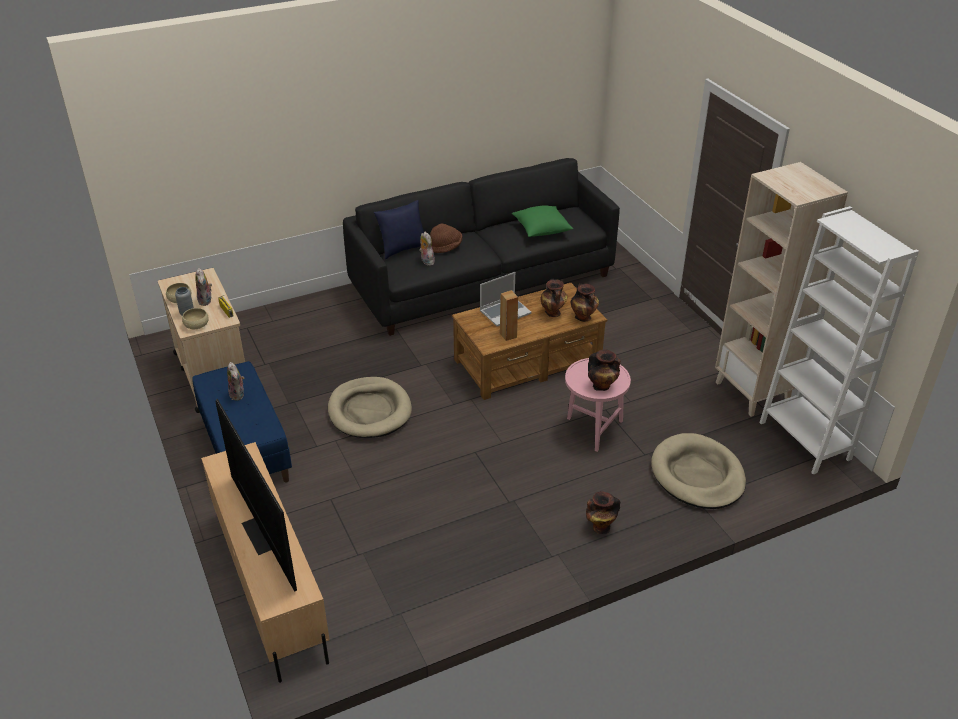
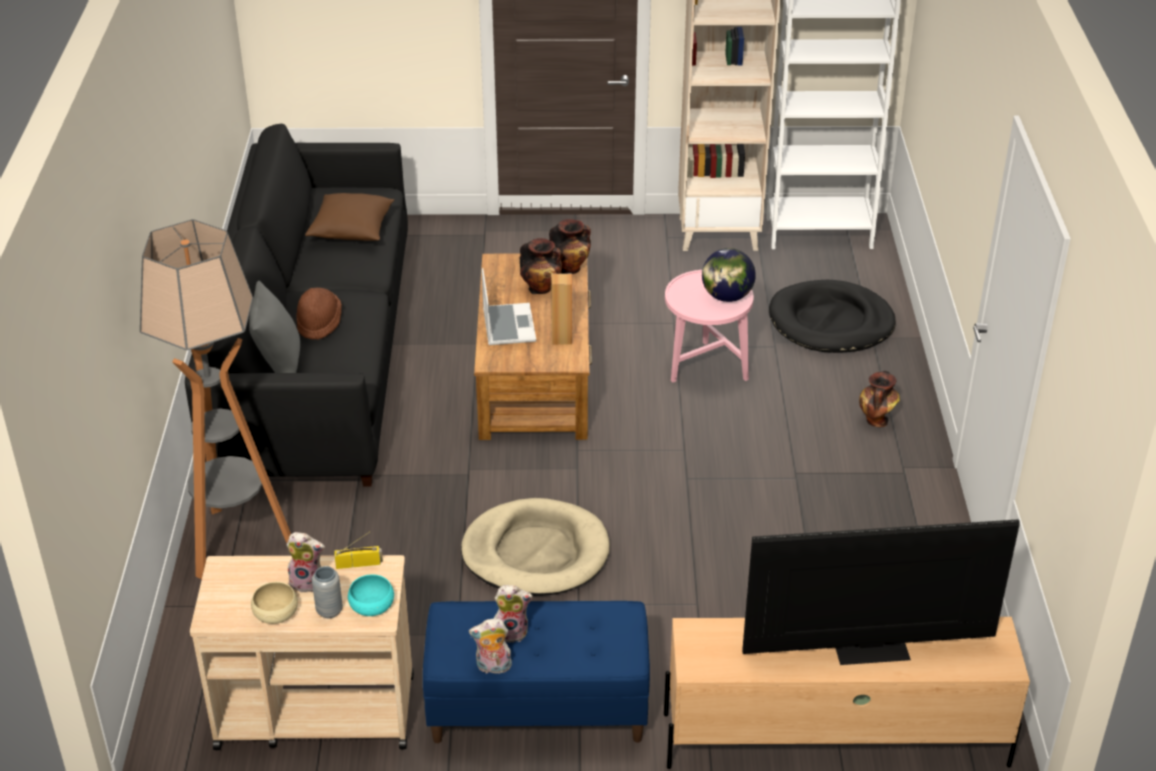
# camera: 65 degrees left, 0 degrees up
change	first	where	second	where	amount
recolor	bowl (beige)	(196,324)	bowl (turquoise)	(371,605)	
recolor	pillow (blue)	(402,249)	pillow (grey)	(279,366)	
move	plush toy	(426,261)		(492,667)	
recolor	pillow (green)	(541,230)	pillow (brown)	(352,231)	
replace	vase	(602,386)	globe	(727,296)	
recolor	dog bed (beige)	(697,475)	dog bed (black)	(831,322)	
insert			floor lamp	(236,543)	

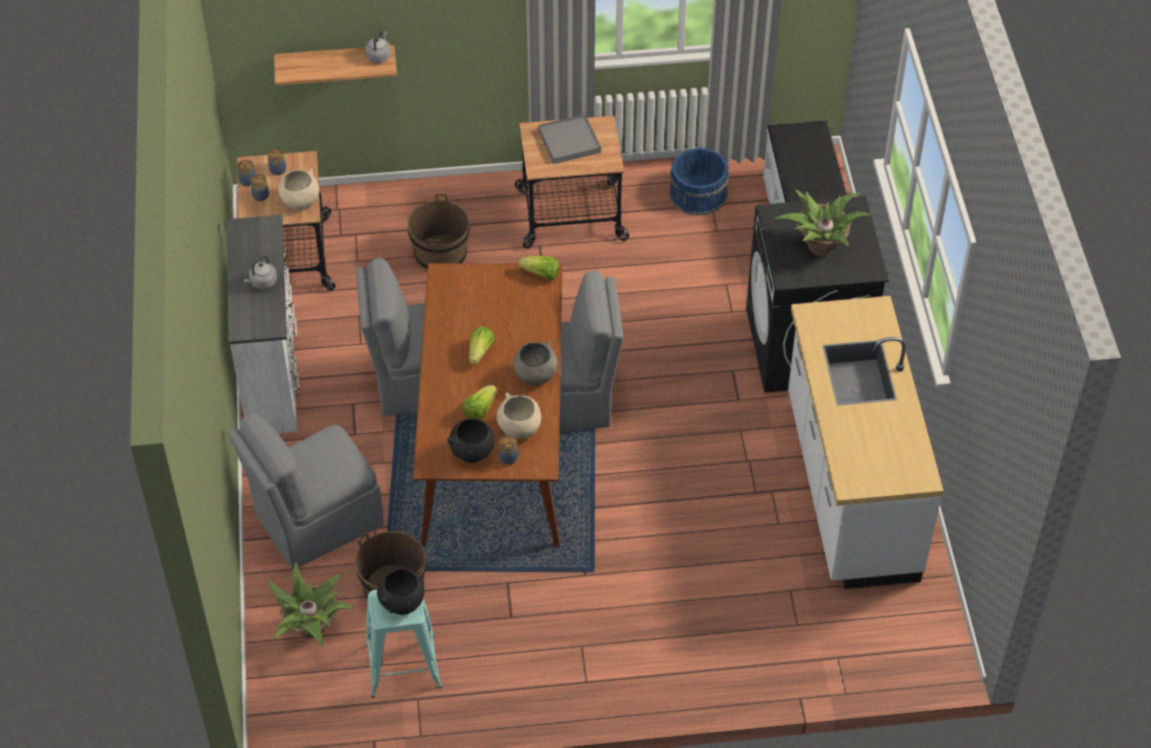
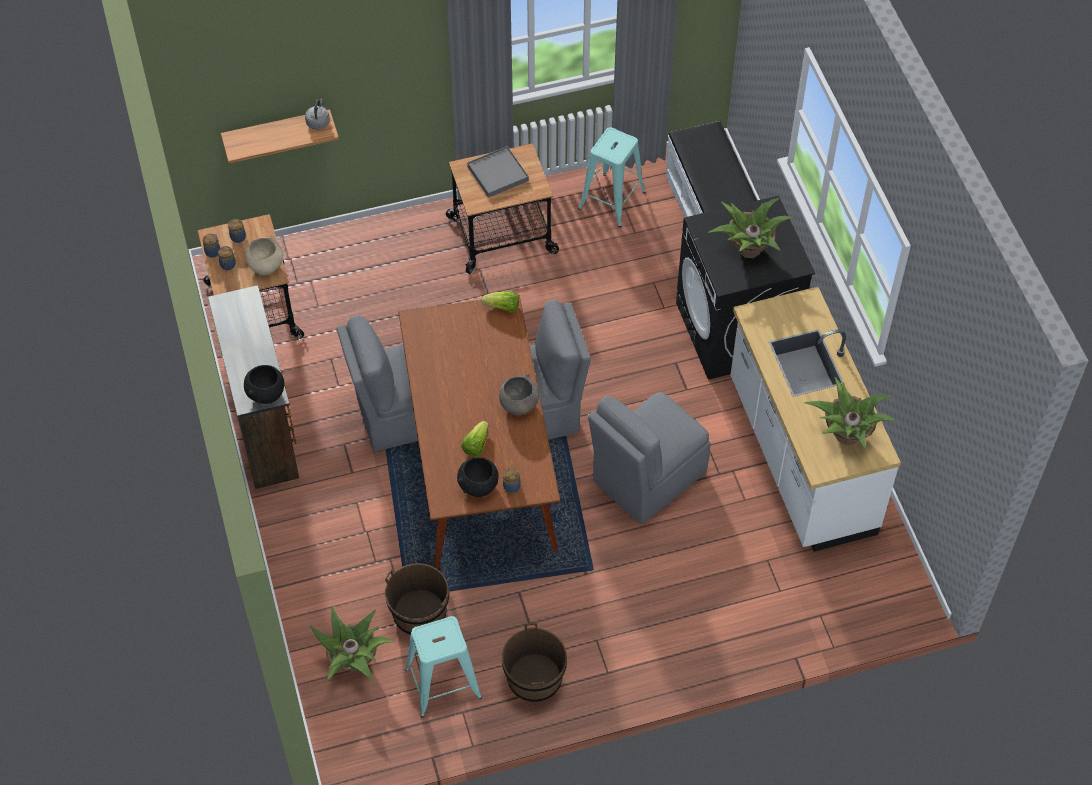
# camera: 10 degrees left, 5 degrees up
change	first	where	second	where	amount
recolor	dresser (white)	(273,374)	dresser (brown)	(265,426)	
move	chair (grey)	(316,521)		(646,478)	
delete	kettle (grey)	(262,282)			
move	bowl (black)	(402,603)		(266,395)	
move	bucket (brown)	(440,254)		(534,679)	
delete	lettuce	(480,352)			
delete	bowl (beige)	(519,429)			
replace	bucket (blue)	(698,194)	stool (turquoise)	(612,200)	
insert			potted plant	(845,435)	

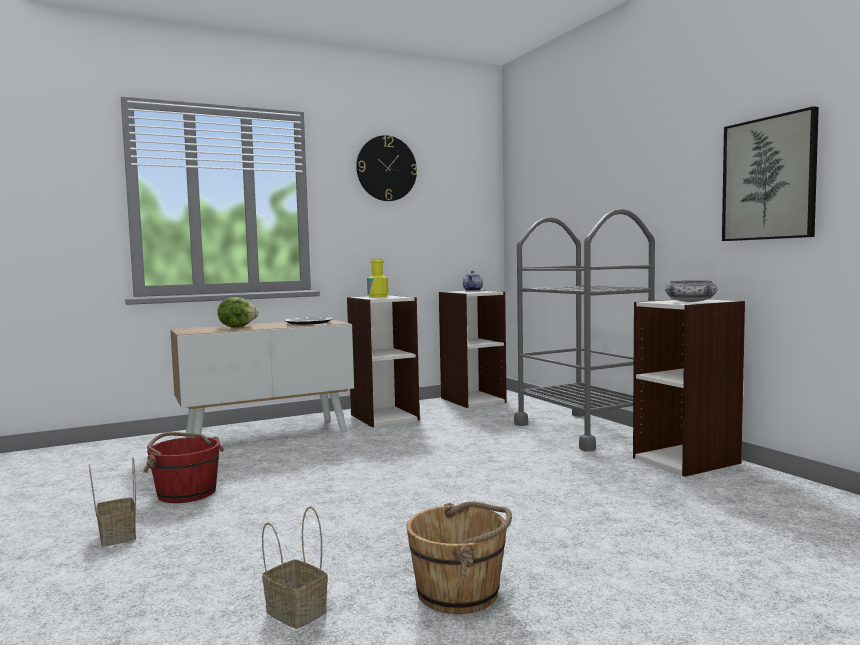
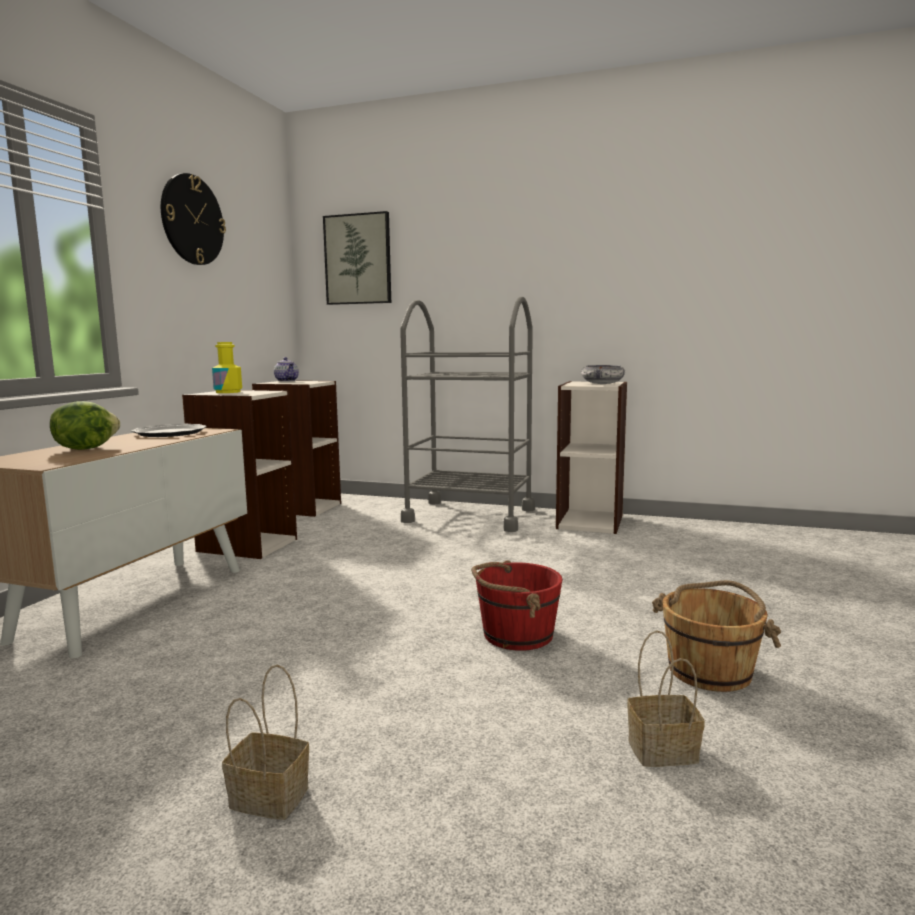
# camera: 45 degrees left, 5 degrees up
change	first	where	second	where	amount
move	bucket (red)	(186,493)		(516,634)	
move	picture	(769,179)		(358,259)	

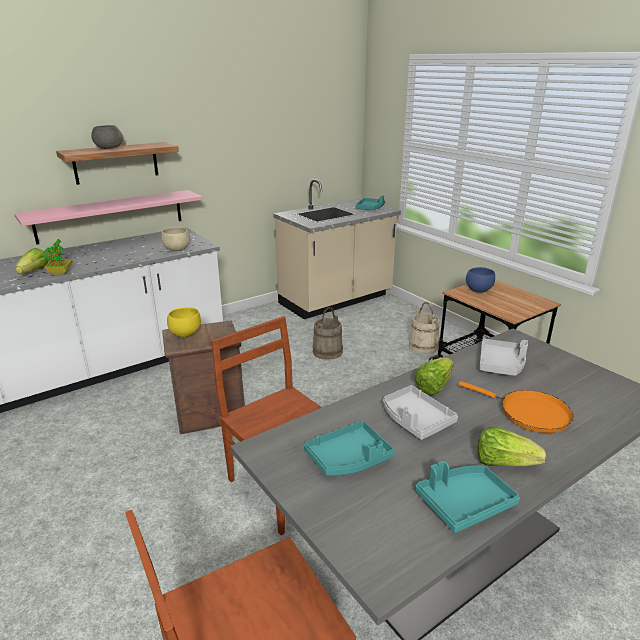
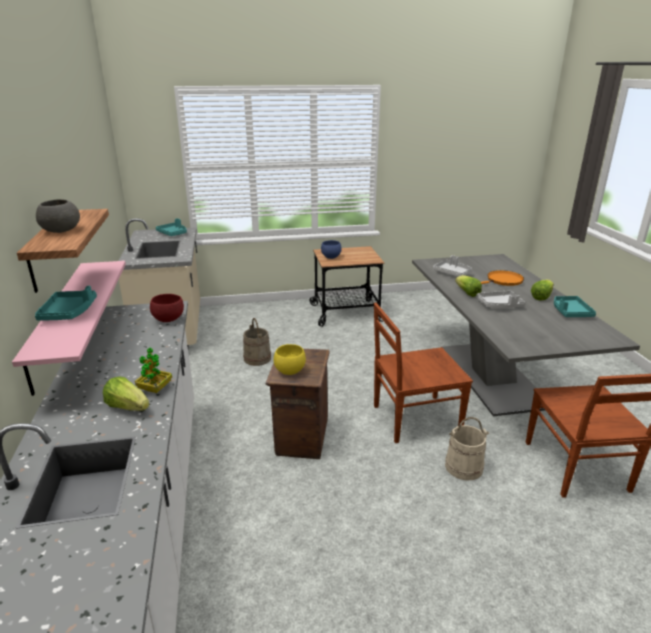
# camera: 65 degrees left, 0 degrees up
change	first	where	second	where	amount
recolor	bowl (beige)	(177,250)	bowl (red)	(169,319)	
move	tray (turquoise)	(349,458)		(69,312)	
move	bucket (beige)	(423,346)		(463,466)	

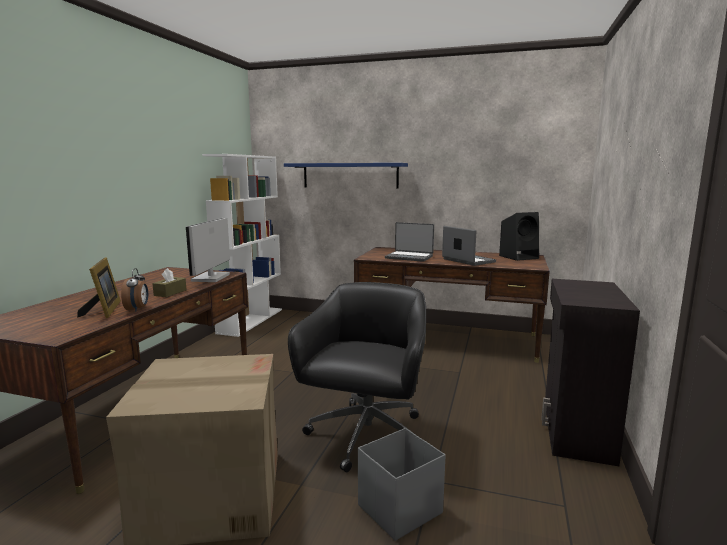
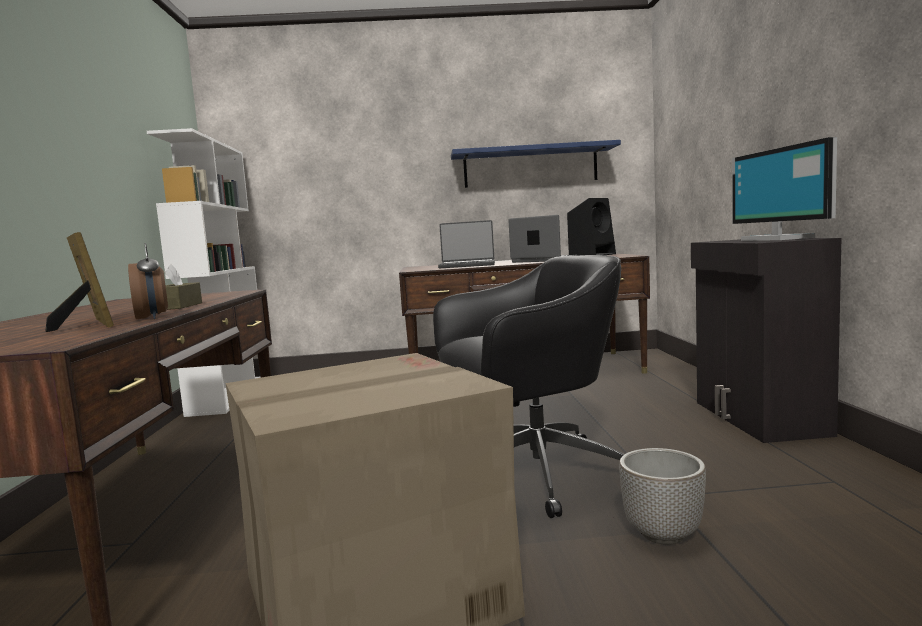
# camera: 20 degrees left, 5 degrees down
change	first	where	second	where	amount
move	monitor	(212,278)		(779,239)	
move	shelf (blue)	(350,175)		(530,167)	
rotate	office chair (black)	(366,437)		(532,475)	75 degrees clockwise
replace	storage box (grey)	(398,509)	planter	(663,535)	

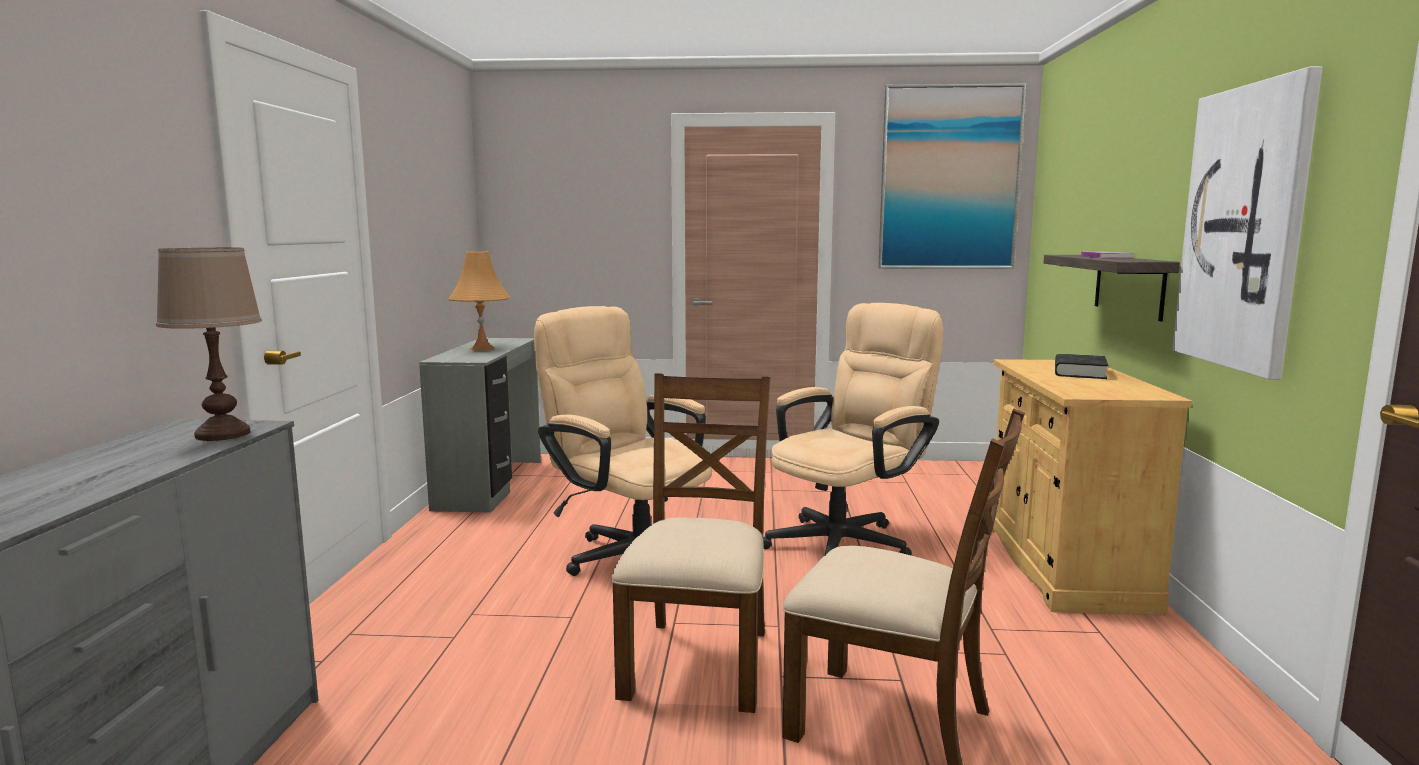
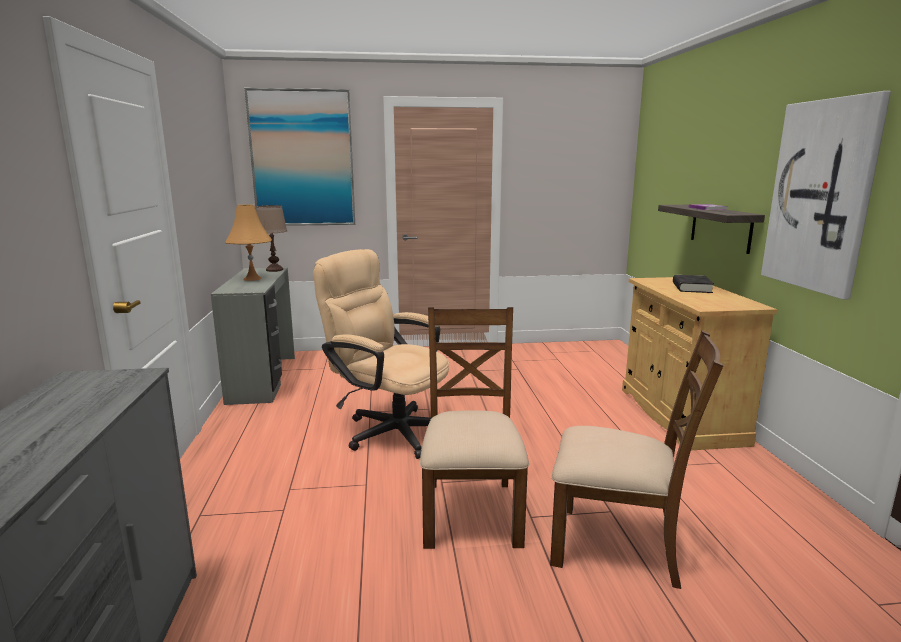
# camera: 10 degrees left, 5 degrees up
change	first	where	second	where	amount
move	table lamp (brown)	(223,434)		(274,270)	
delete	office chair (beige)	(848,541)			
move	picture	(949,178)		(302,159)	

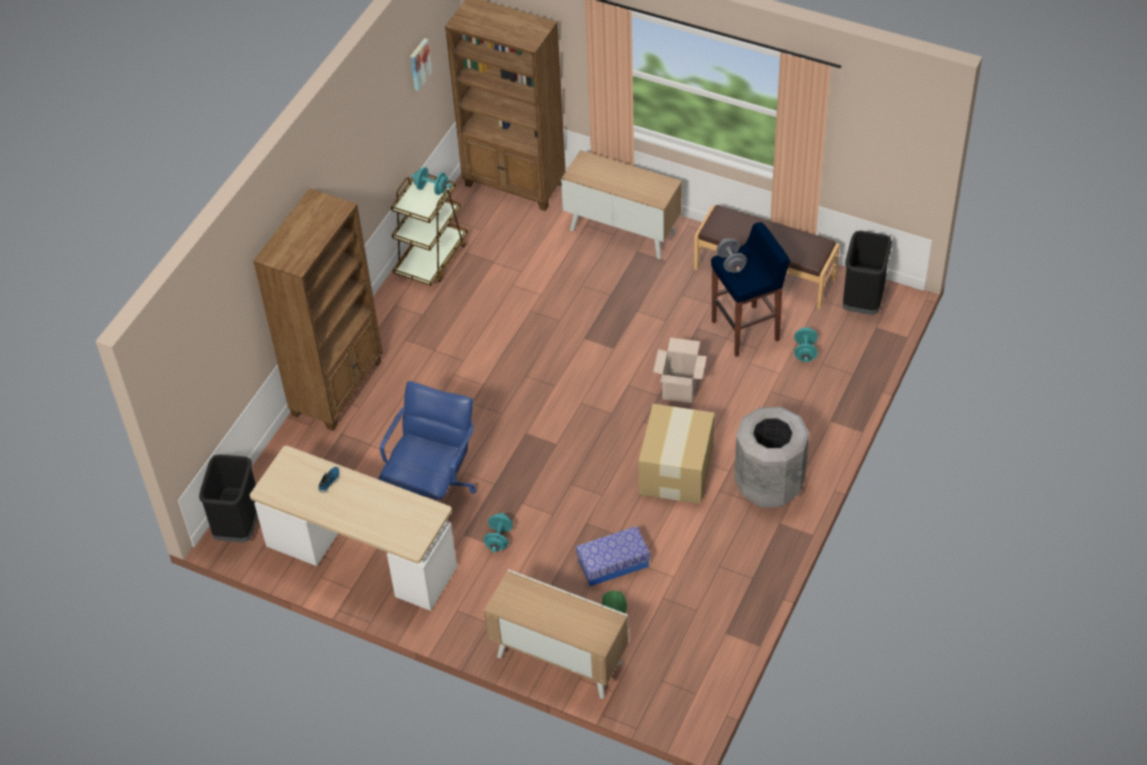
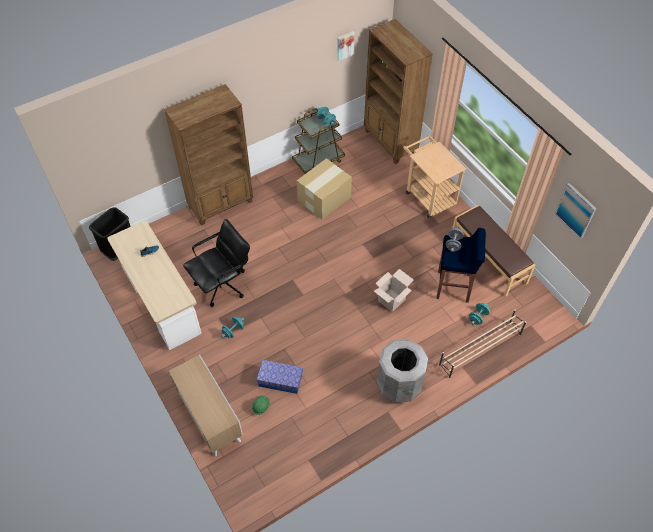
# camera: 30 degrees right, 5 degrees up
change	first	where	second	where	amount
recolor	office chair (blue)	(433,490)	office chair (black)	(222,284)	
replace	cabinet	(623,231)	cart (beige)	(427,195)	
move	cardboard box	(677,469)		(325,198)	
delete	trash can (black)	(863,302)			
insert			shoe rack (beige)	(479,350)	
insert			picture	(576,210)	

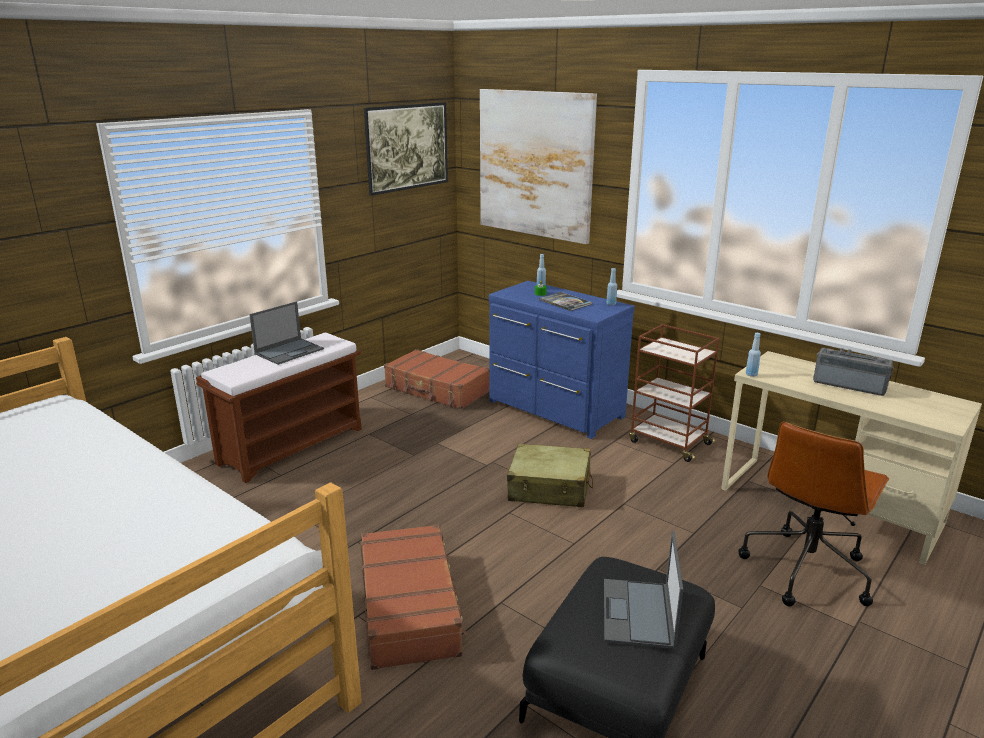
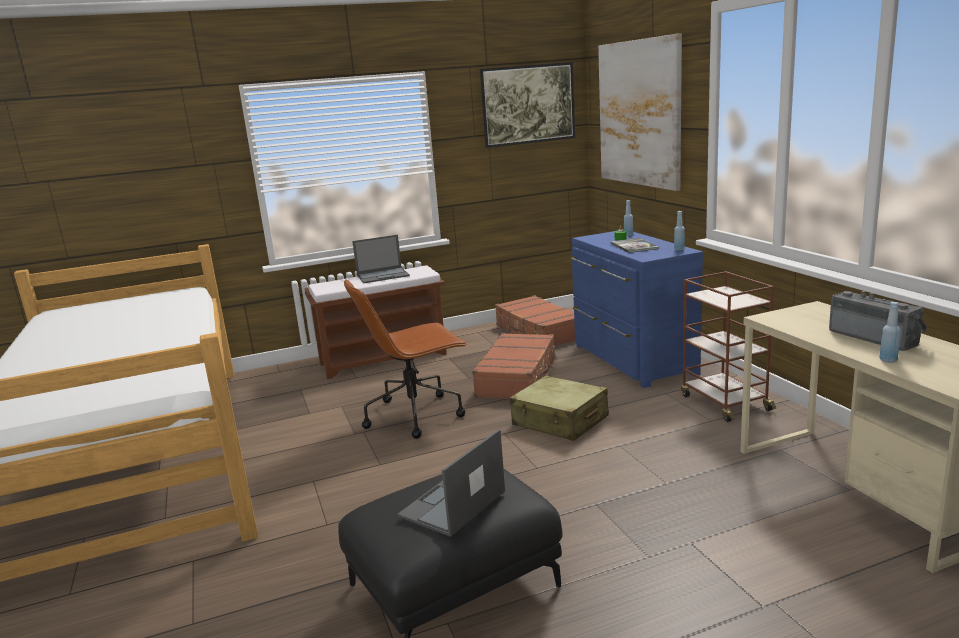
# camera: 30 degrees right, 5 degrees down
change	first	where	second	where	amount
move	suitcase (brown)	(410,606)		(517,377)	
move	office chair (brown)	(806,569)		(416,415)	
move	bottle (blue)	(751,374)		(888,360)	

